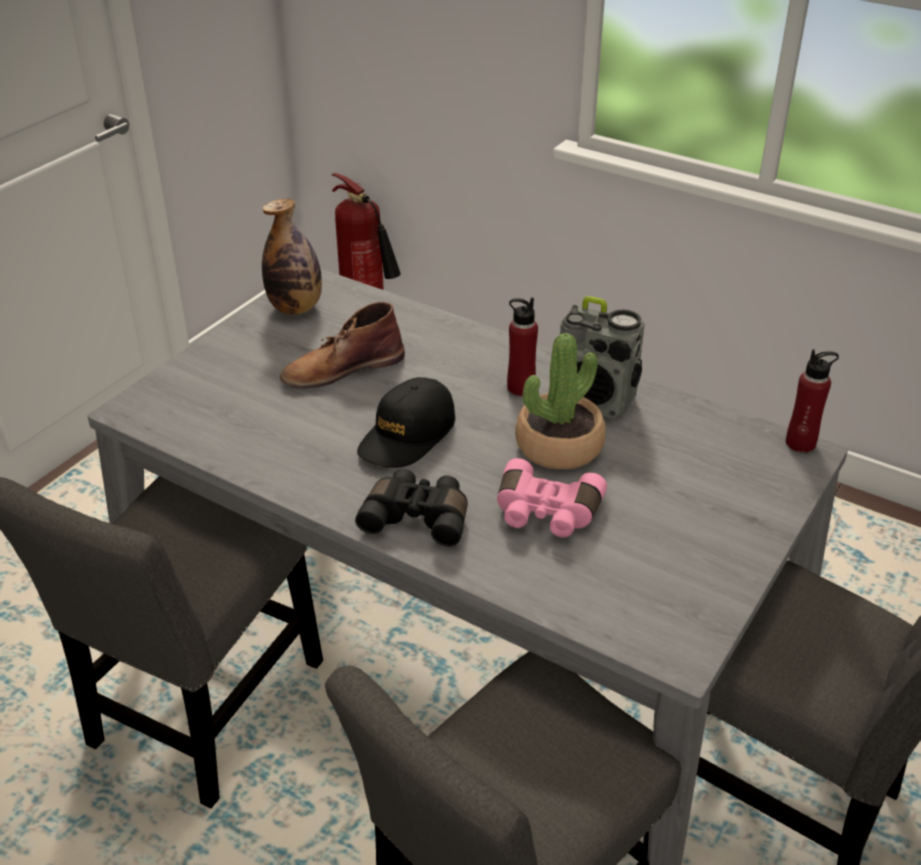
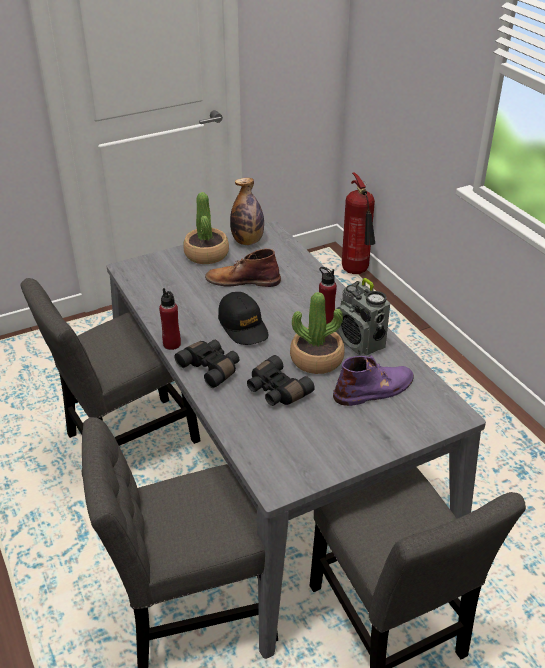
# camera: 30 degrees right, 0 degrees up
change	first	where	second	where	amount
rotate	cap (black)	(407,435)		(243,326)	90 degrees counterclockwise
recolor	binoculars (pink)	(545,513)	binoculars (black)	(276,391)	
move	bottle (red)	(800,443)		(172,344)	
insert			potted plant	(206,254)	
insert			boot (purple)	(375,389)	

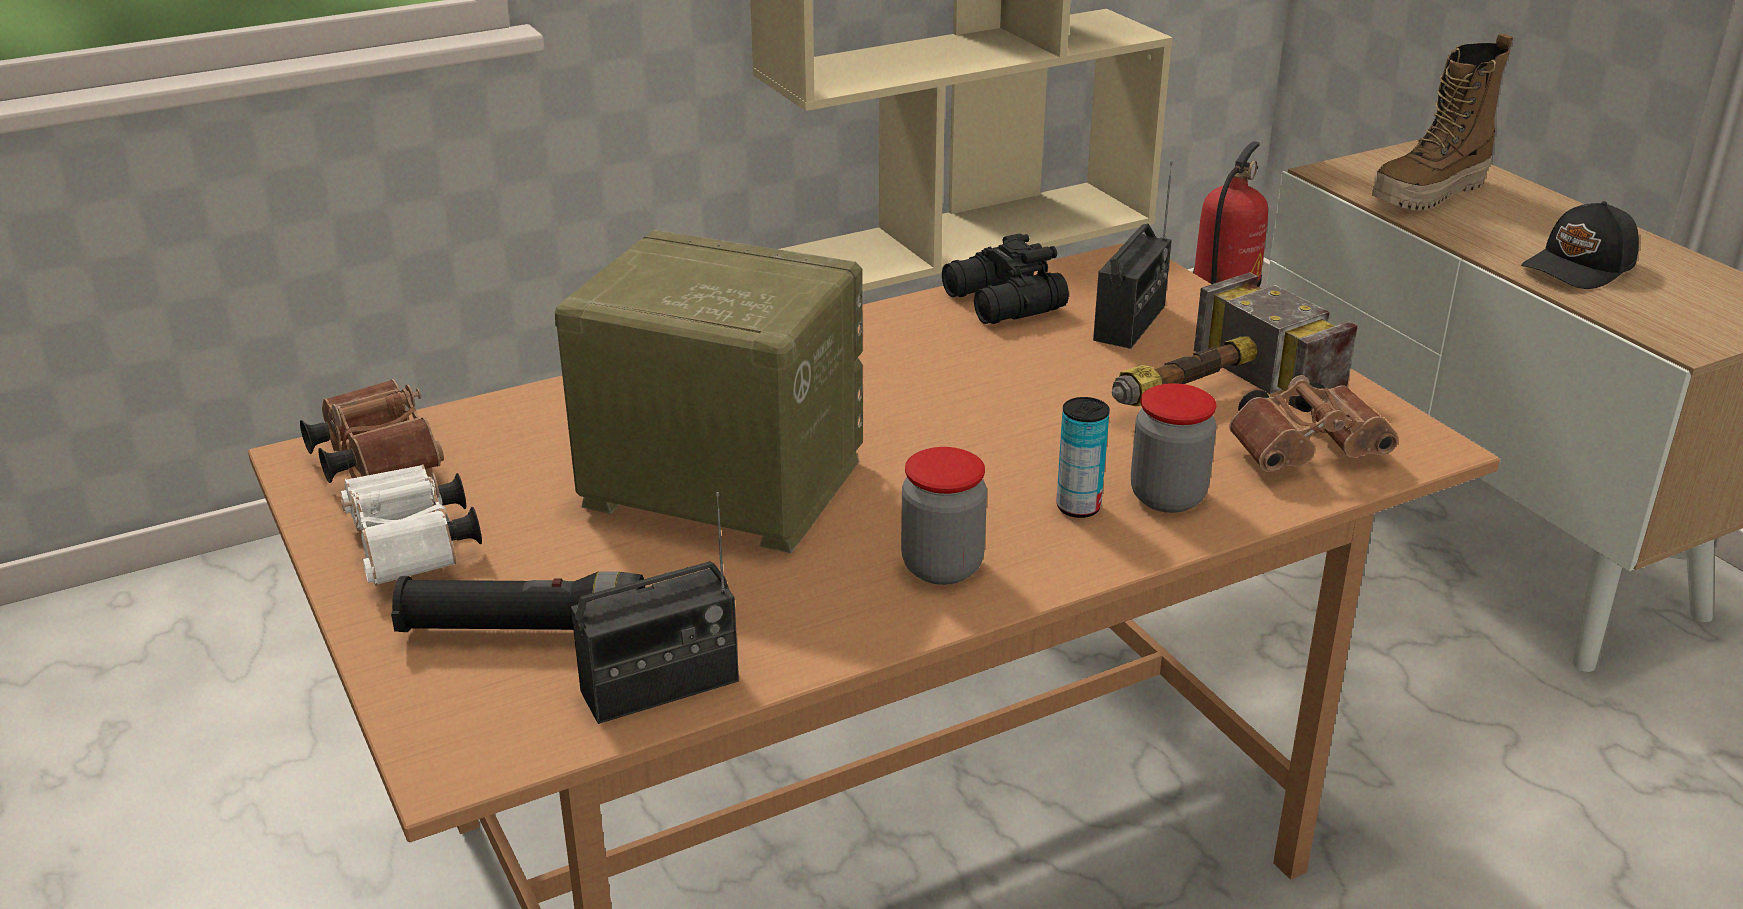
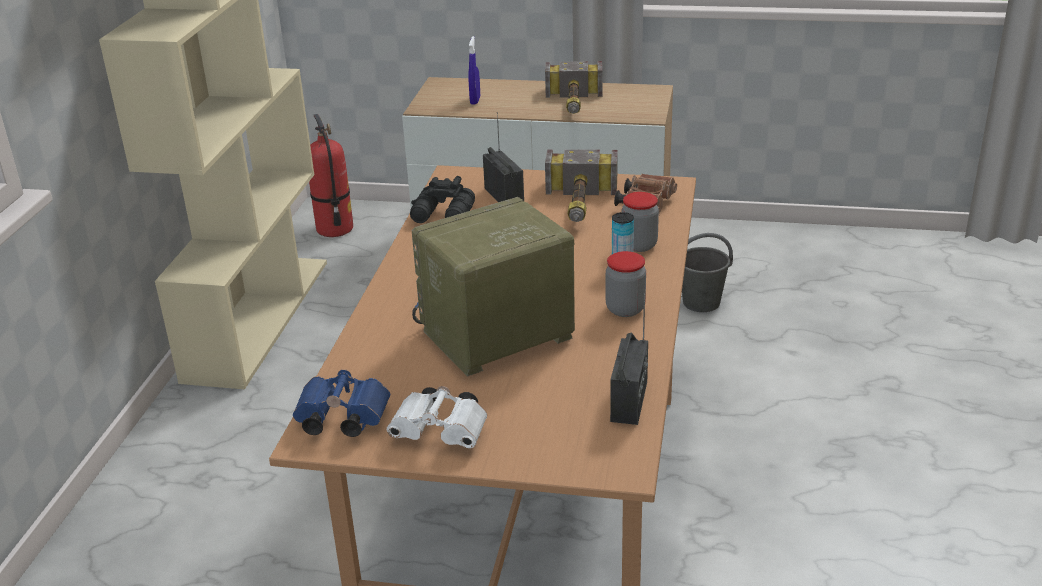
# camera: 50 degrees left, 0 degrees up
change	first	where	second	where	amount
recolor	binoculars (brown)	(375,458)	binoculars (blue)	(339,420)	
delete	flashlight (black)	(524,632)			
replace	boot	(1429,195)	spray bottle (blue)	(475,100)	
replace	cap (black)	(1580,268)	hammer	(573,105)	
insert			bucket (grey)	(702,302)	

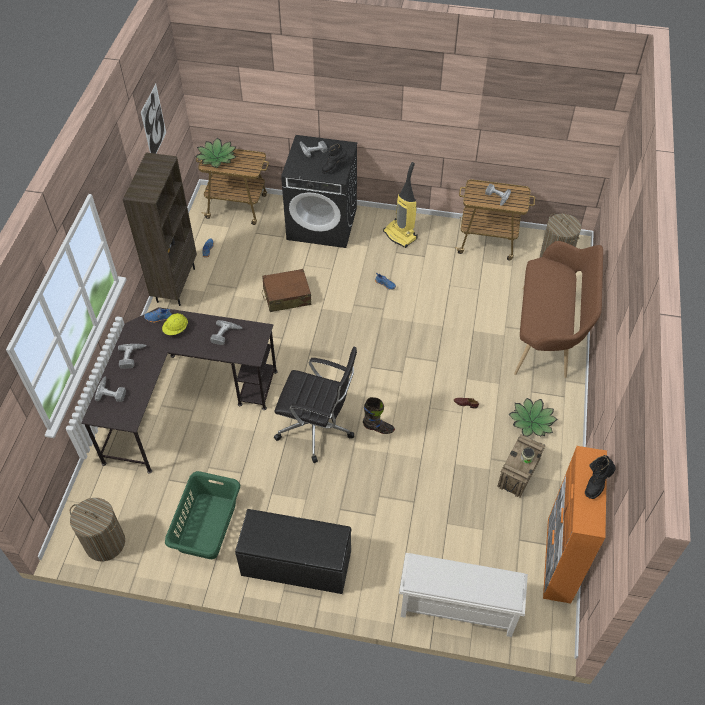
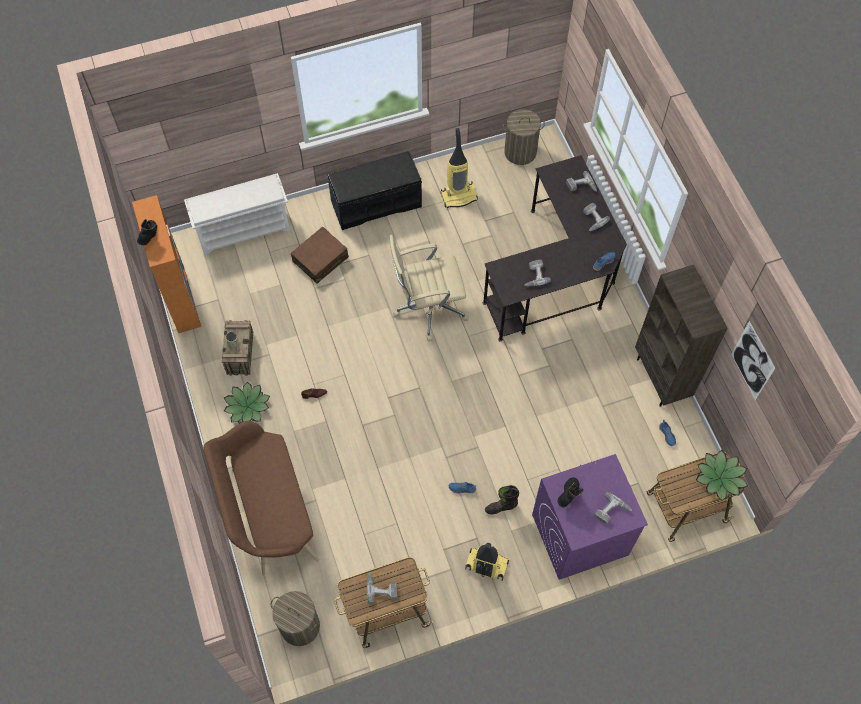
# camera: 150 degrees right, 10 degrees up
change	first	where	second	where	amount
delete	hard hat (yellow)	(176,329)			
replace	laundry basket (green)	(206,526)	vacuum cleaner	(459,196)	
move	suitcase (brown)	(286,296)		(320,259)	
recolor	office chair (black)	(317,428)	office chair (beige)	(428,307)	
recolor	washing machine (black)	(322,223)	washing machine (purple)	(579,535)	
move	boot (black)	(378,428)		(501,507)	

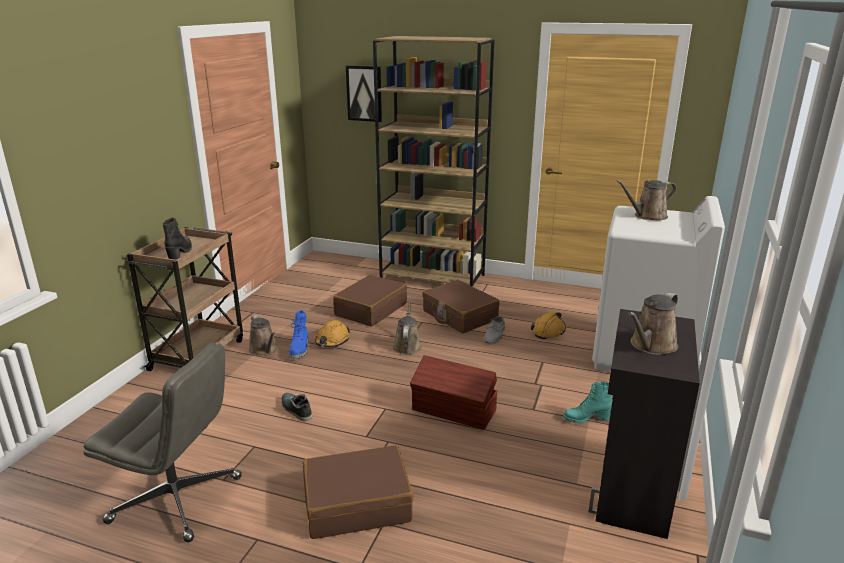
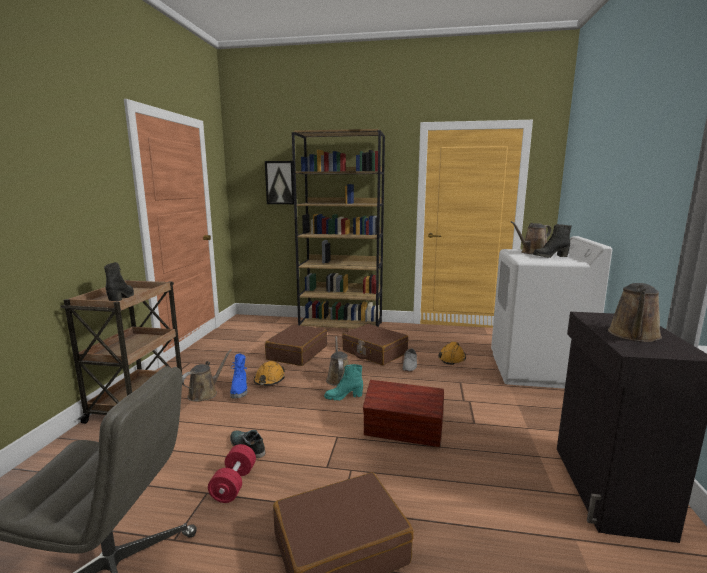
# camera: 10 degrees left, 10 degrees down
change	first	where	second	where	amount
rotate	watering can (brown)	(264,350)		(205,393)	105 degrees counterclockwise
move	boot (turquoise)	(586,418)		(343,397)	
insert			dumbbell (red)	(234,484)	
insert			boot (black)	(550,256)	

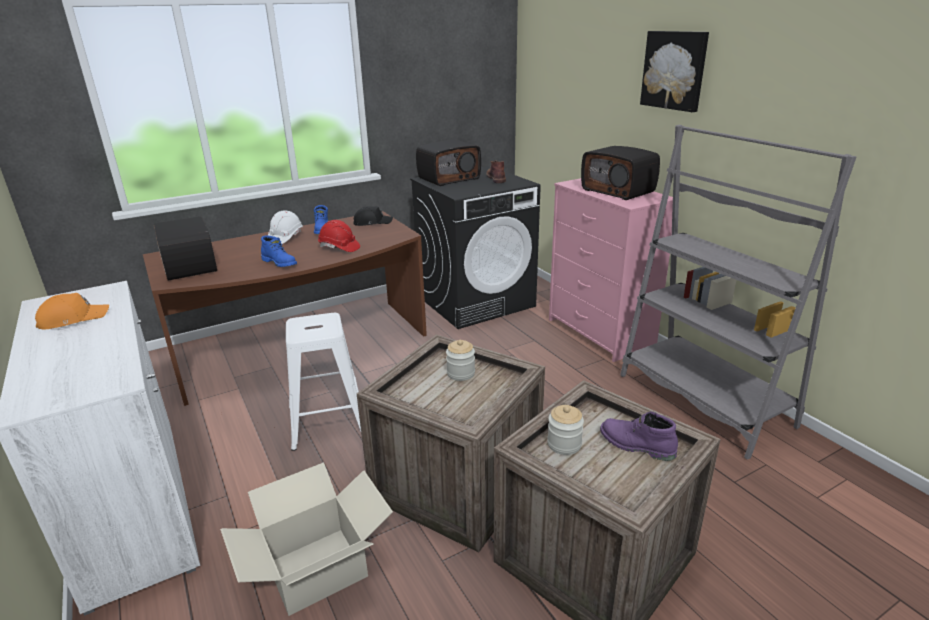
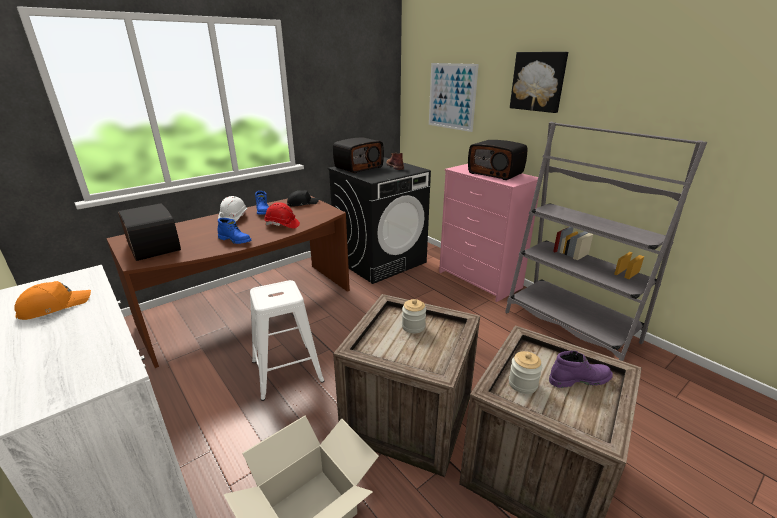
# camera: 10 degrees left, 0 degrees up
change	first	where	second	where	amount
rotate	boot (purple)	(636,445)		(578,379)	150 degrees clockwise
insert			picture	(452,96)	

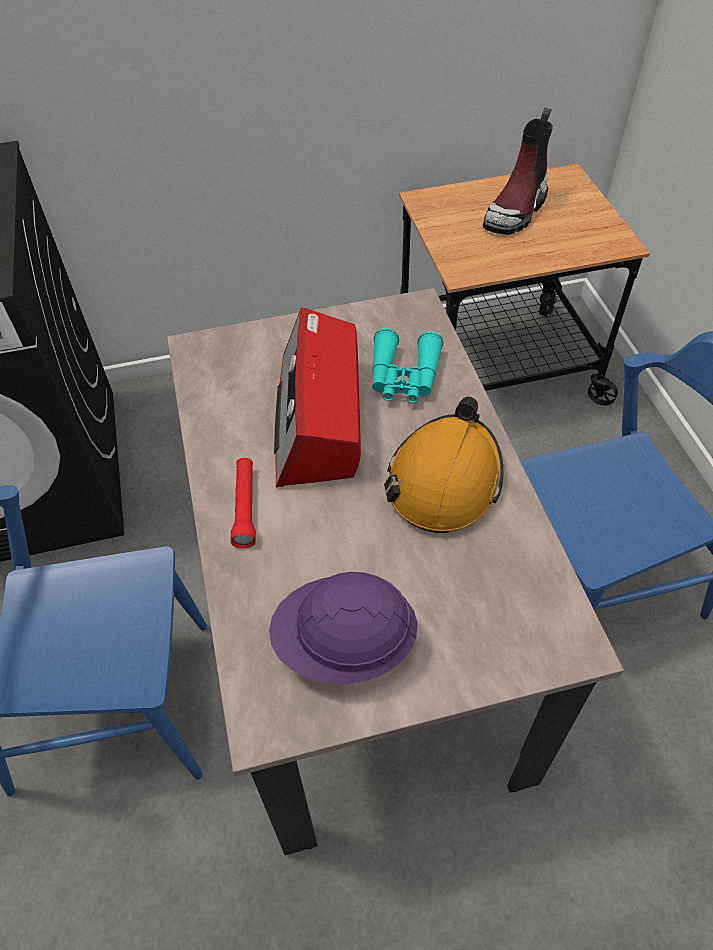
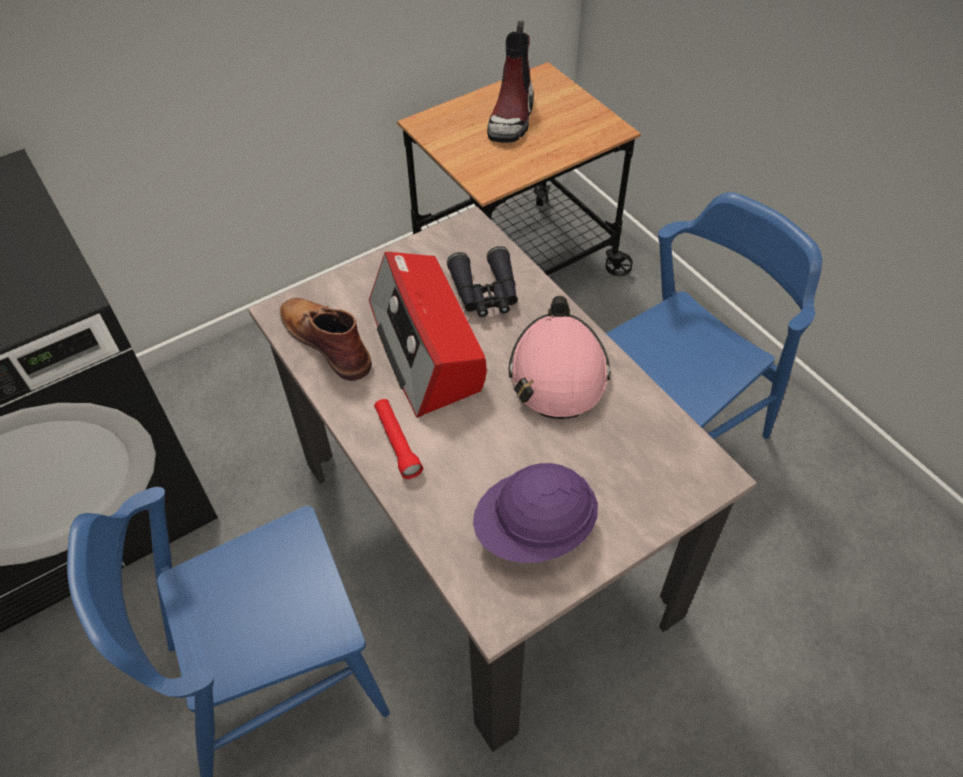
# camera: 20 degrees left, 0 degrees up
change	first	where	second	where	amount
recolor	binoculars (turquoise)	(404,377)	binoculars (black)	(485,293)	
recolor	hard hat (orange)	(444,479)	hard hat (pink)	(558,372)	
insert			boot (brown)	(326,340)	

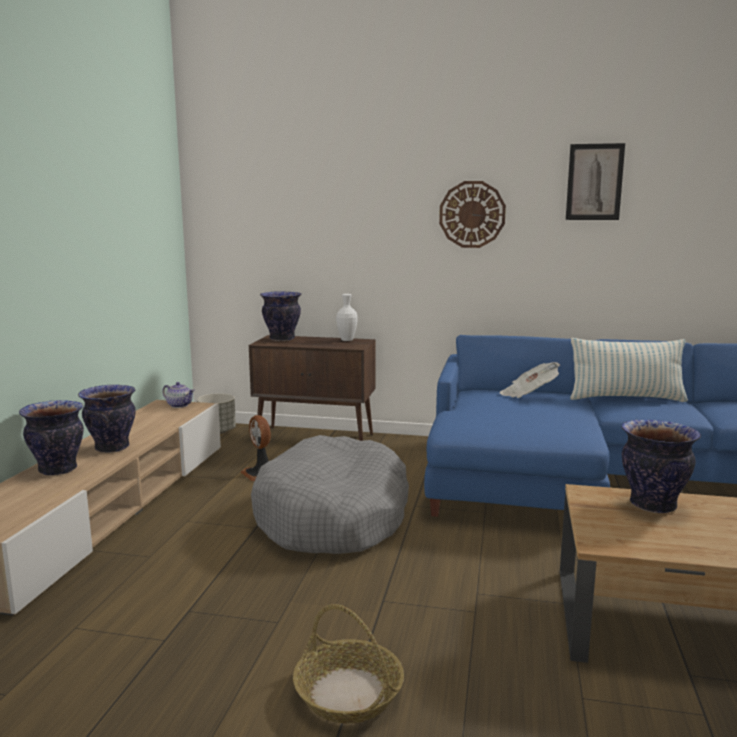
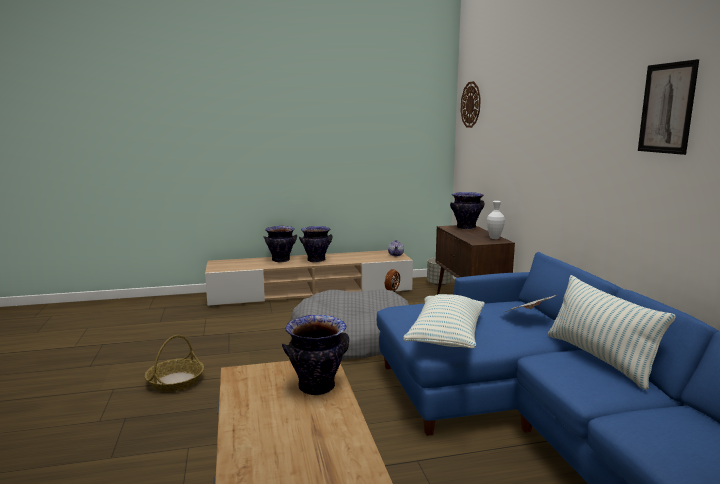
# camera: 65 degrees right, 0 degrees up
change	first	where	second	where	amount
move	wall clock	(472,214)		(471,104)	
insert			pillow	(446,336)	

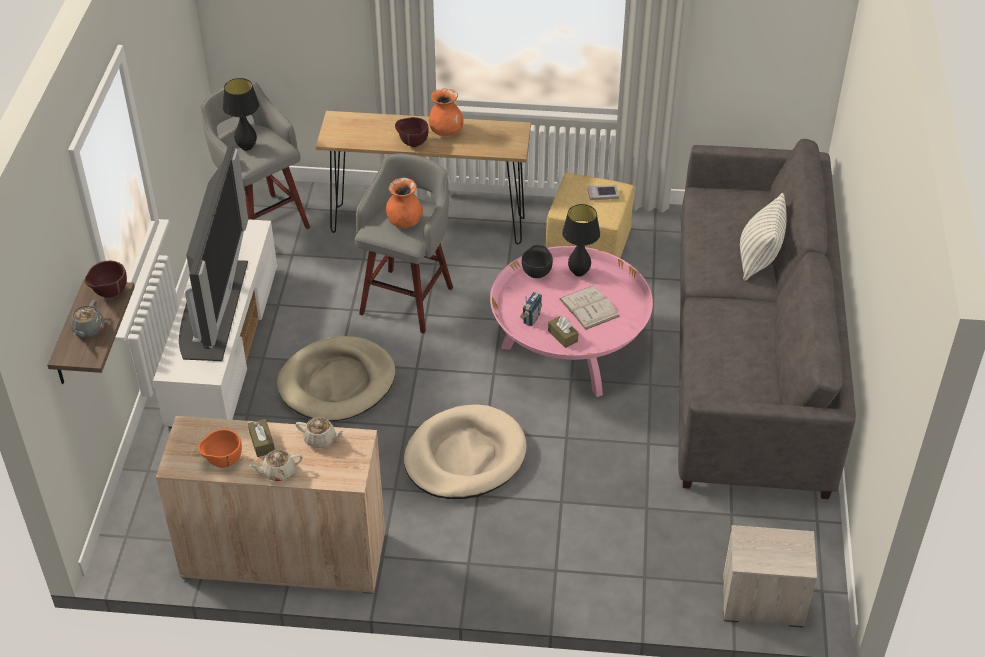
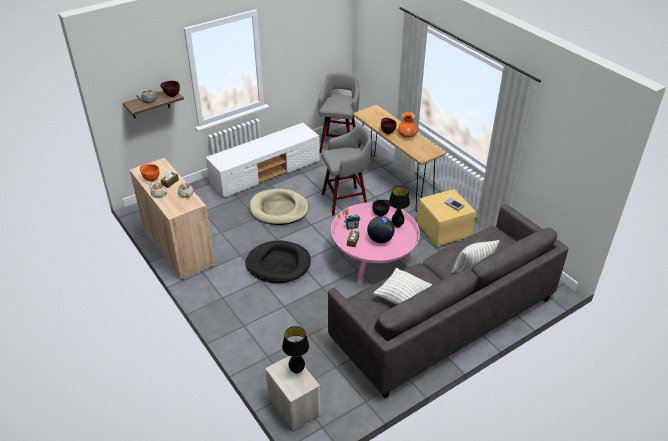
# camera: 50 degrees right, 5 degrees down
change	first	where	second	where	amount
delete	television	(213,308)			
move	table lamp (black)	(247,147)		(297,370)	
delete	vase (orange)	(404,222)			
recolor	dog bed (beige)	(465,456)	dog bed (black)	(278,264)	
replace	book (white)	(589,307)	globe	(380,239)	
insert			pillow	(402,297)	

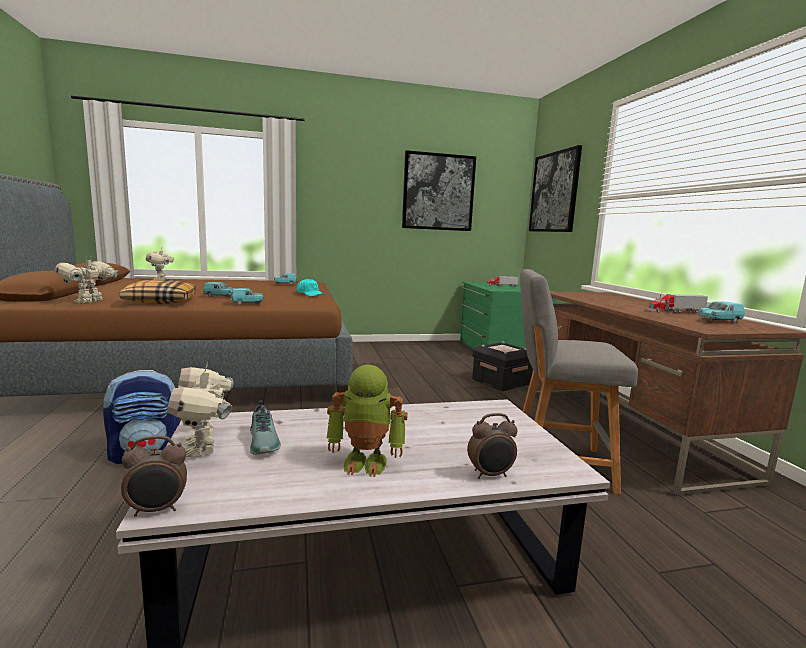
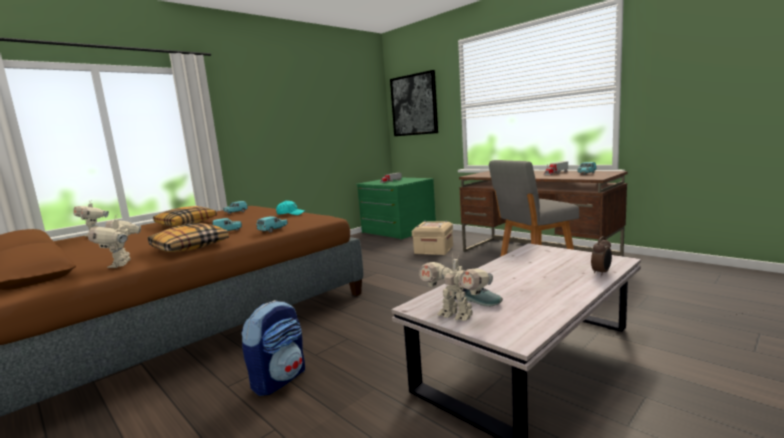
# camera: 30 degrees left, 0 degrees up
change	first	where	second	where	amount
delete	alarm clock	(157,510)			
delete	toy robot	(366,461)			
delete	picture	(438,192)			
recolor	storage box (black)	(501,382)	storage box (beige)	(433,250)	
insert			pillow	(186,223)	

